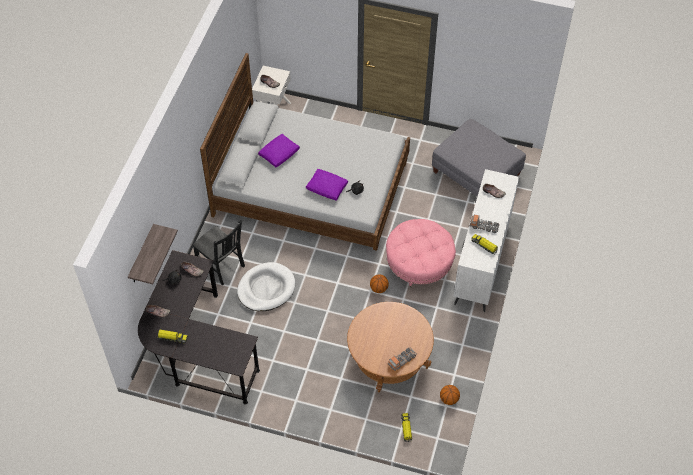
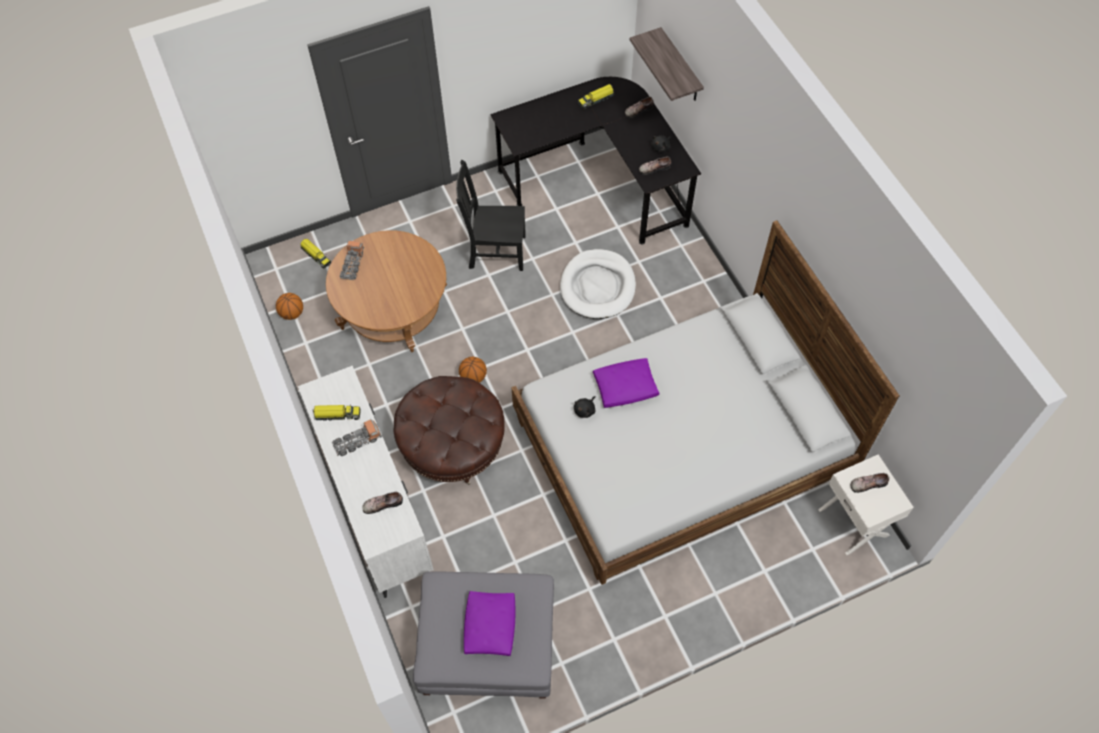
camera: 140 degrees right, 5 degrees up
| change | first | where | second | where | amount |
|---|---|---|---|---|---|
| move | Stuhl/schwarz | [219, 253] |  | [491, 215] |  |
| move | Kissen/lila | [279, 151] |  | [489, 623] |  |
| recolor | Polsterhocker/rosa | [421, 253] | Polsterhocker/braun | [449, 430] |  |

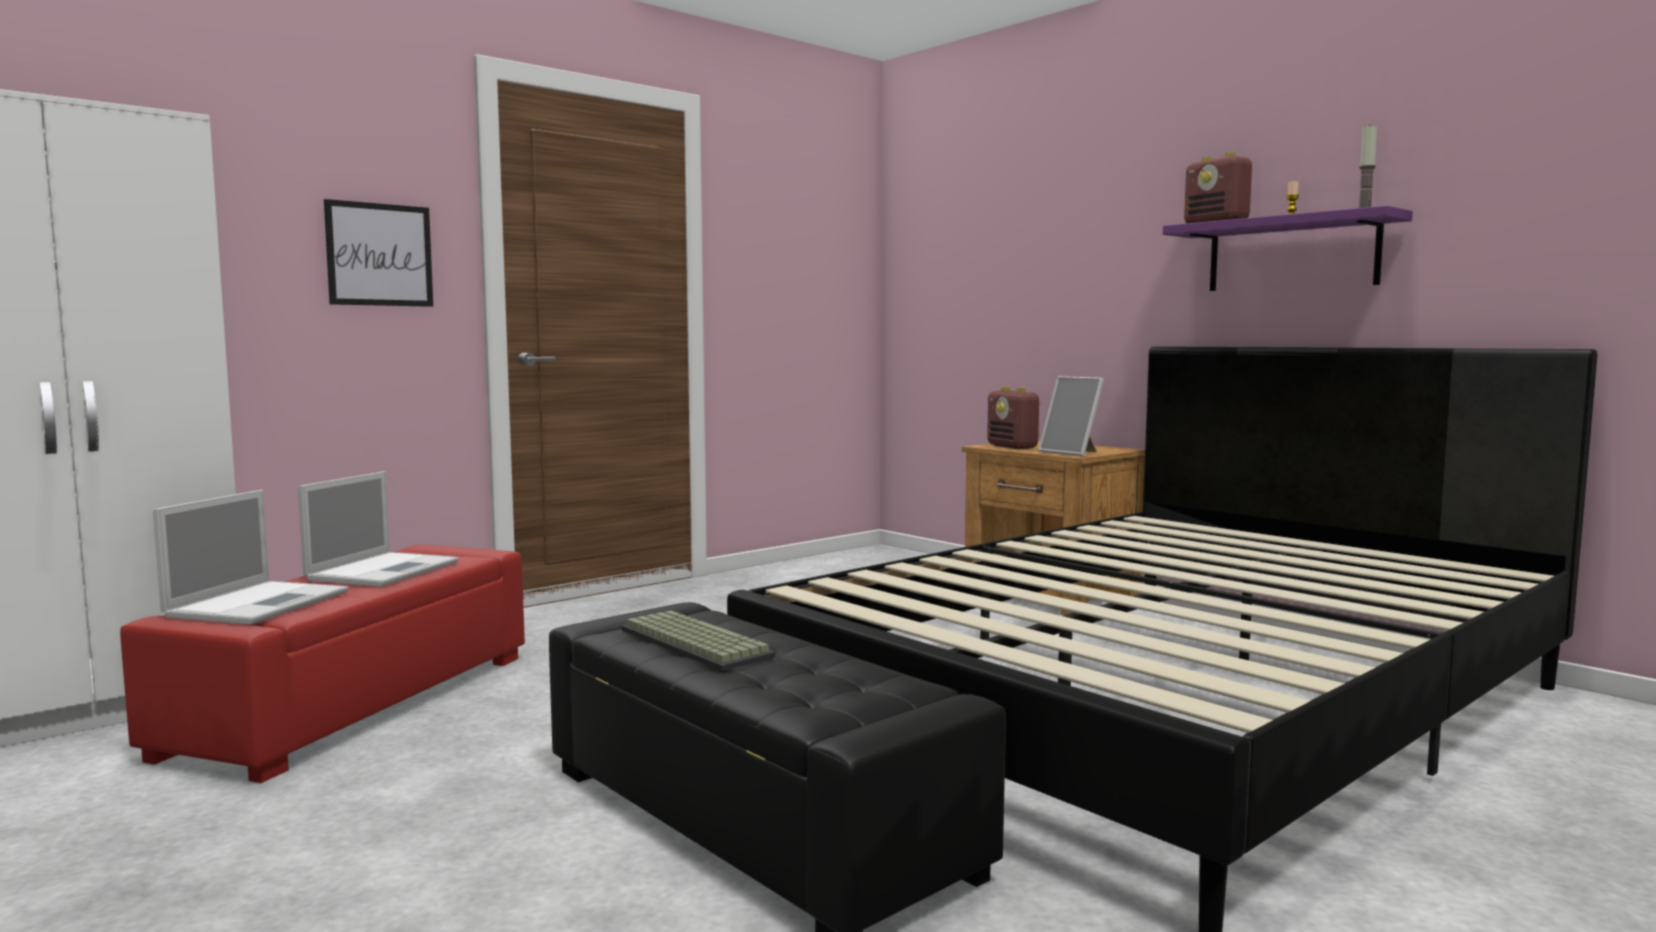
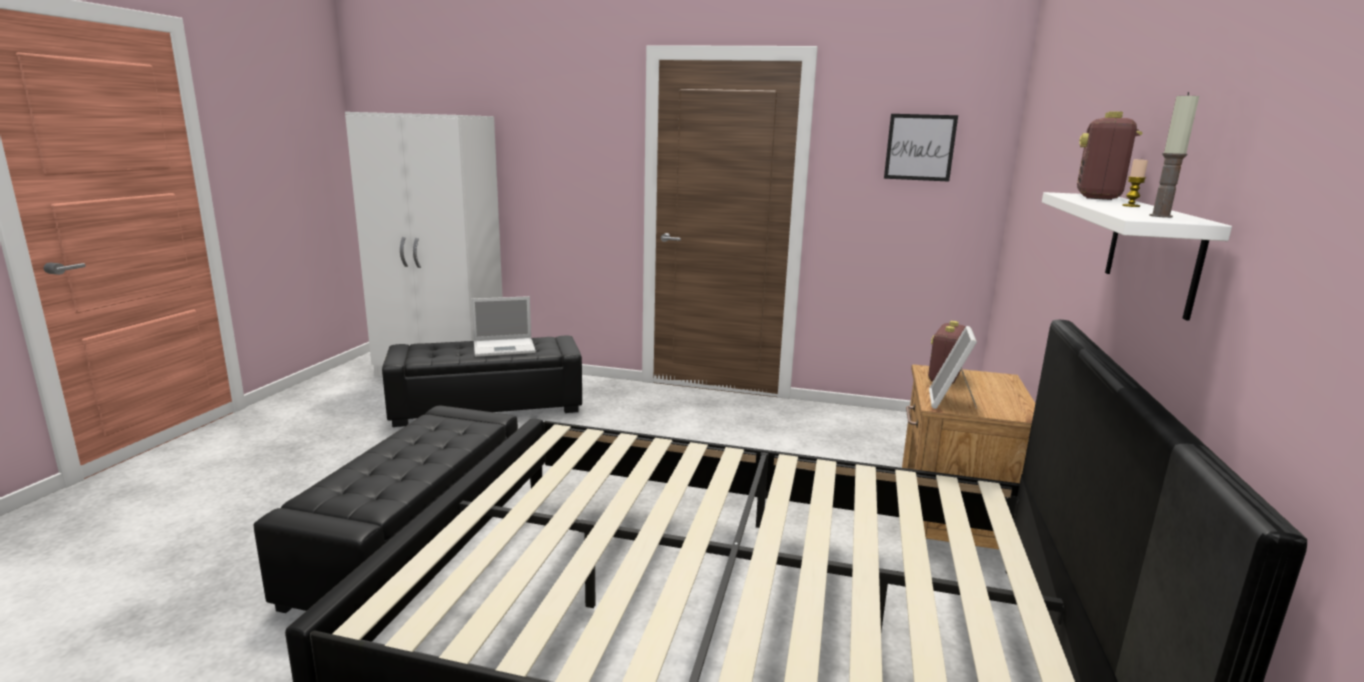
camera: 55 degrees right, 10 degrees up
| change | first | where | second | where | amount |
|---|---|---|---|---|---|
| recolor | Polsterhocker/rot | [322, 664] | Polsterhocker/schwarz | [482, 381] |  |
| delete | Laptop | [250, 557] |  |  |  |
| move | Bild | [378, 253] |  | [921, 148] |  |
| delete | Tastatur | [698, 640] |  |  |  |
| recolor | Wandregal/lila | [1288, 248] | Wandregal/weiß | [1137, 256] |  |

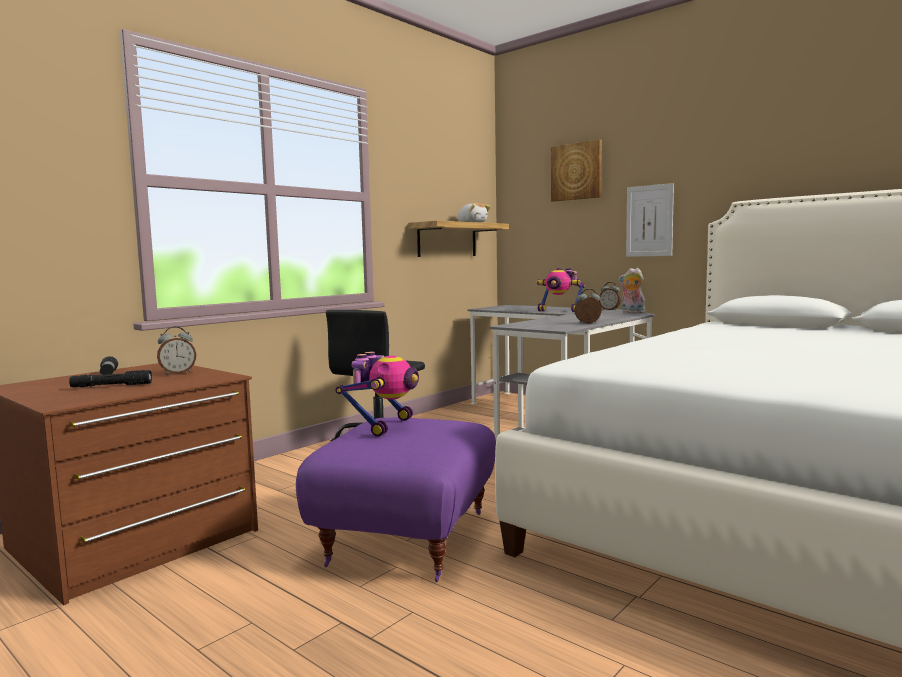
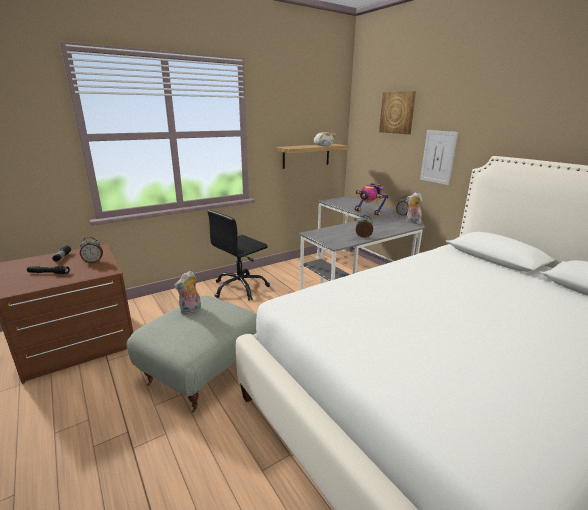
camera: 15 degrees right, 15 degrees up
| change | first | where | second | where | amount |
|---|---|---|---|---|---|
| recolor | Polsterhocker/lila | [396, 499] | Polsterhocker/grau | [191, 354] |  |
| replace | Spielzeugroboter | [377, 394] | Plüschtier | [187, 293] |  |

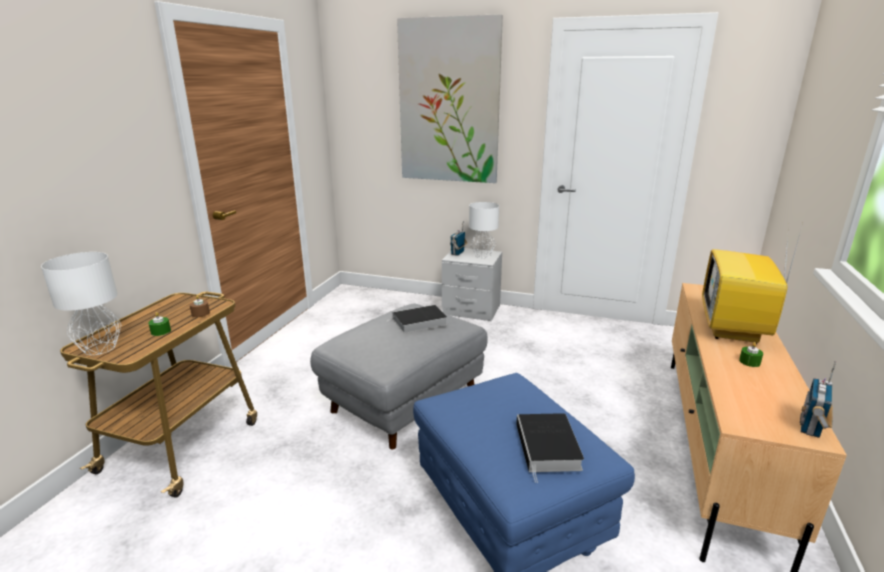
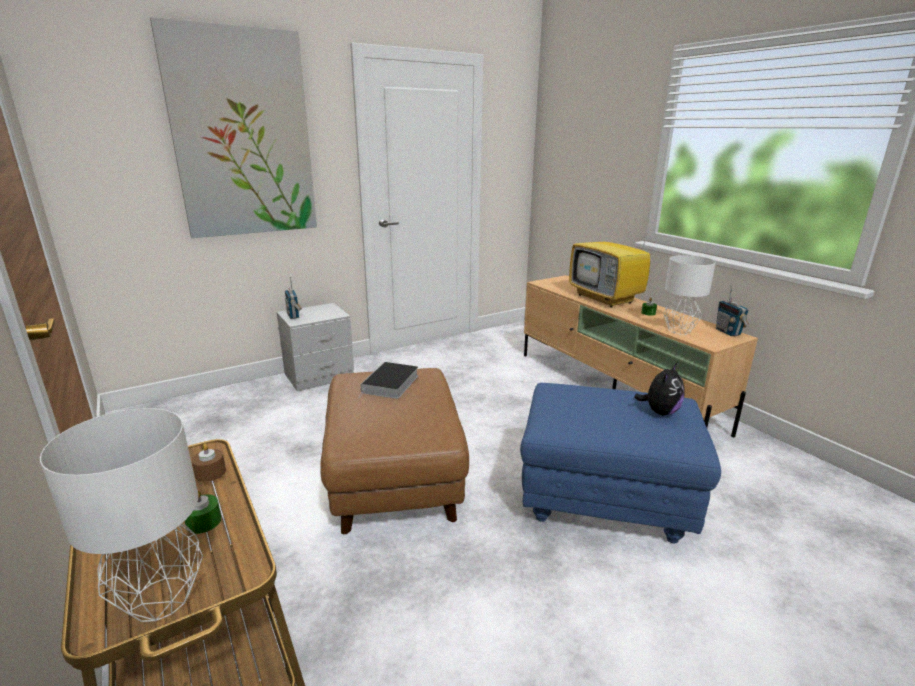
camera: 50 degrees left, 0 degrees up
| change | first | where | second | where | amount |
|---|---|---|---|---|---|
| recolor | Polsterhocker/grau | [399, 376] | Polsterhocker/braun | [394, 451] |  |
| move | Tischlampe/weiß | [484, 230] |  | [689, 295] |  |
| replace | Buch | [550, 448] | Plüschtier | [659, 389] |  |

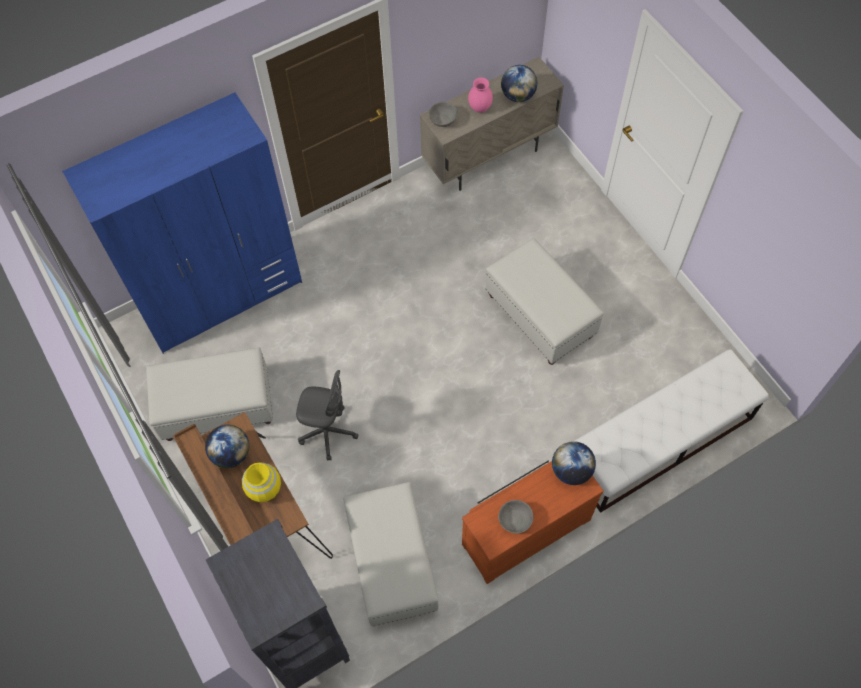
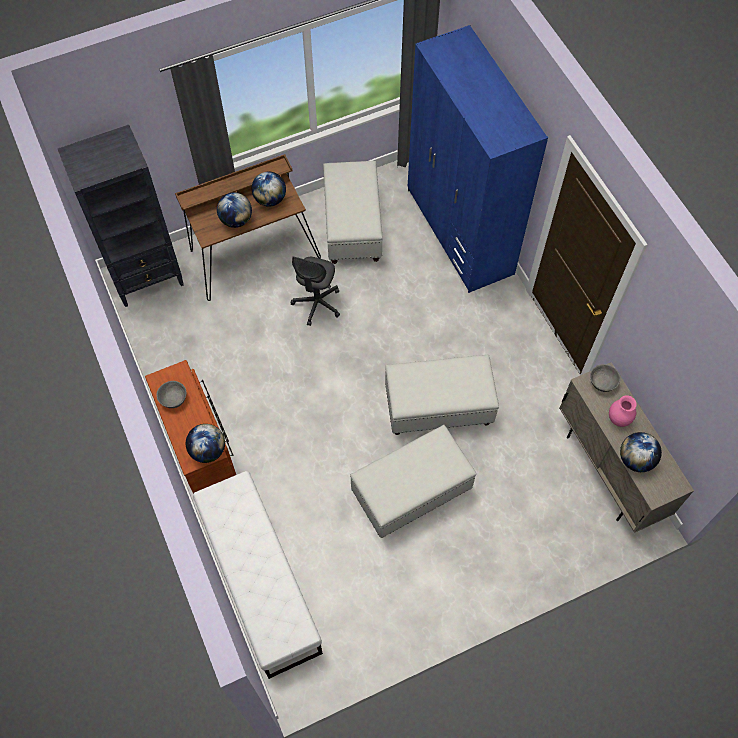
camera: 95 degrees right, 0 degrees up
| change | first | where | second | where | amount |
|---|---|---|---|---|---|
| replace | Vase/gelb | [261, 482] | Globus | [234, 210] |  |
| move | Polsterhocker/weiß | [391, 554] |  | [442, 394] |  |

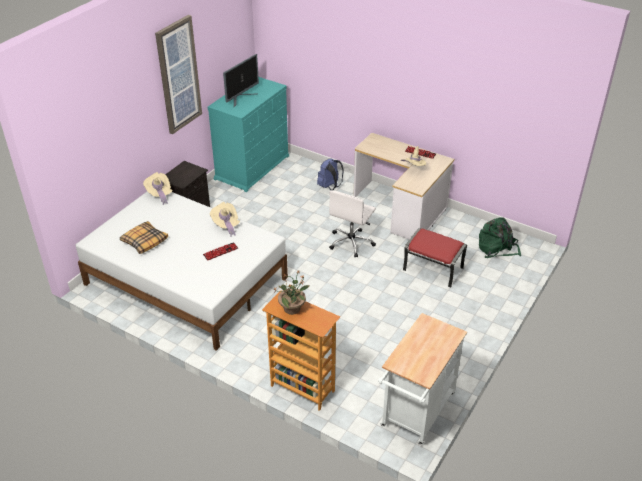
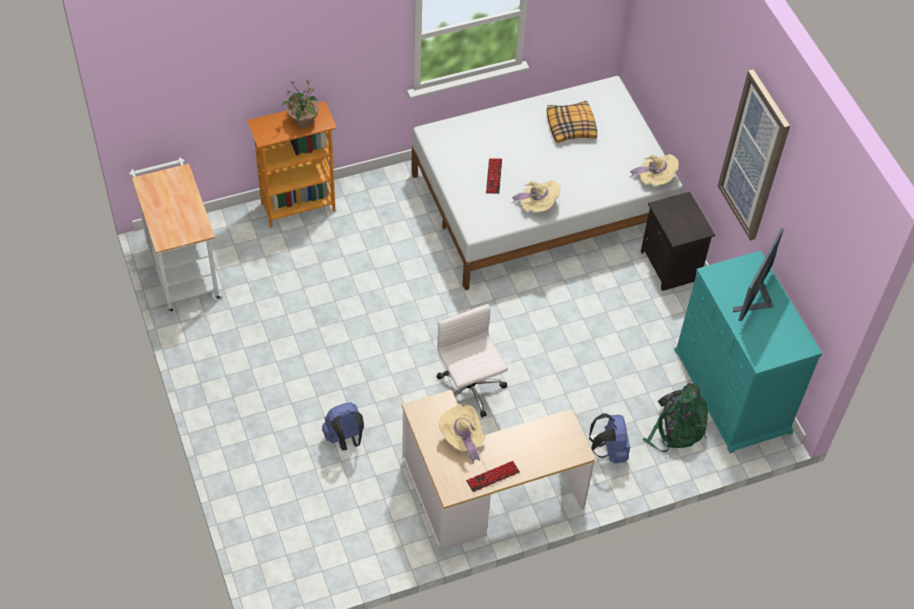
camera: 125 degrees right, 15 degrees up
| change | first | where | second | where | amount |
|---|---|---|---|---|---|
| rotate | Monitor | [241, 80] |  | [758, 274] | 45 degrees clockwise |
| replace | Polsterhocker/rot | [435, 258] | Rucksack/blau | [343, 427] |  |
| move | Rucksack/grün | [500, 237] |  | [675, 417] |  |

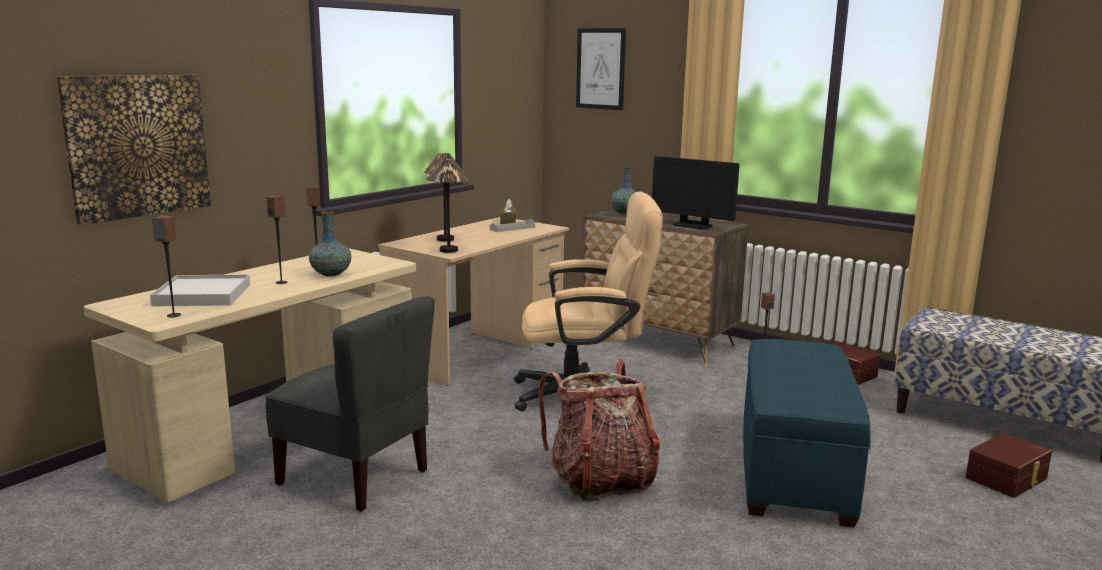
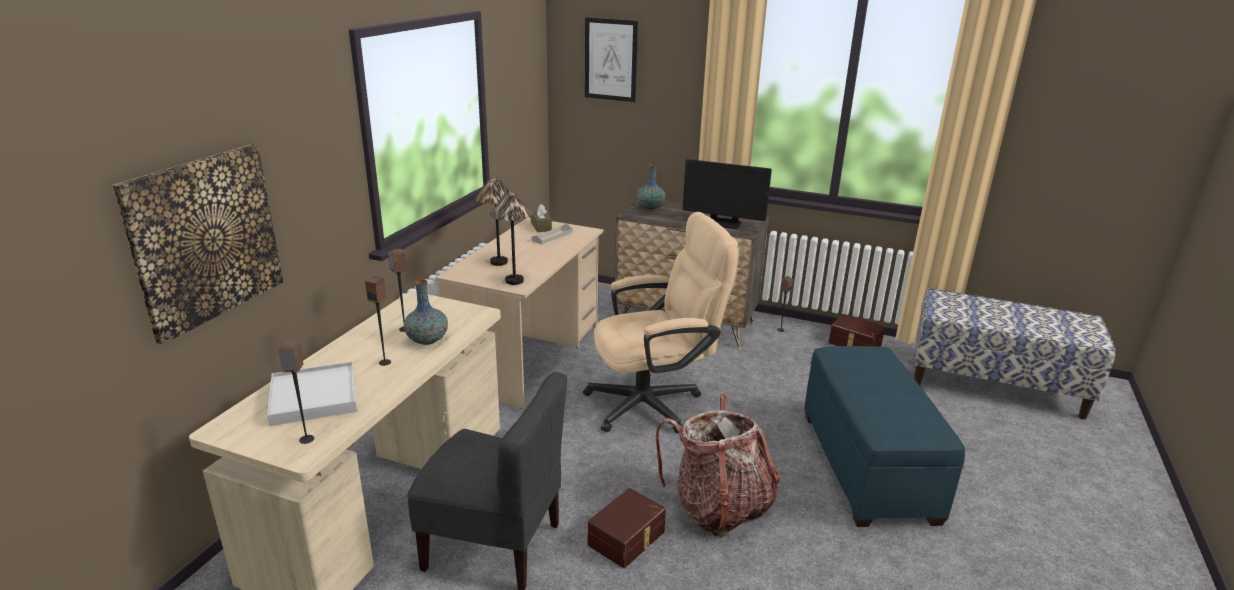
camera: 15 degrees left, 10 degrees up
| change | first | where | second | where | amount |
|---|---|---|---|---|---|
| move | Aufbewahrungsbox/braun | [1009, 465] |  | [627, 528] |  |

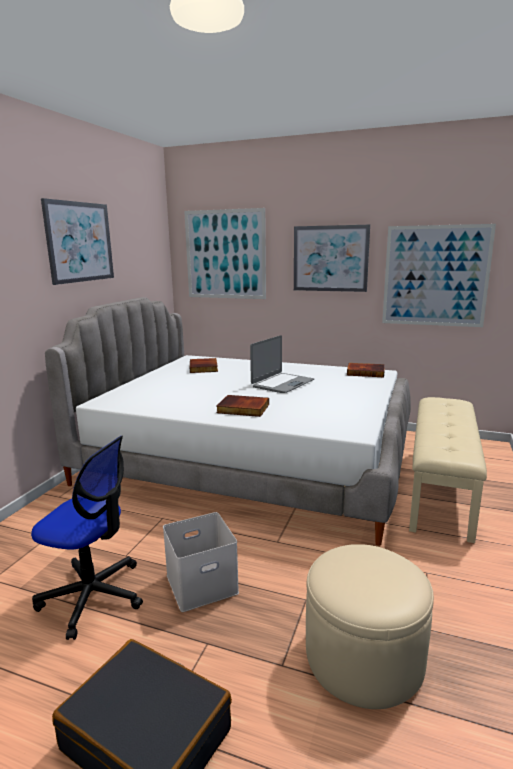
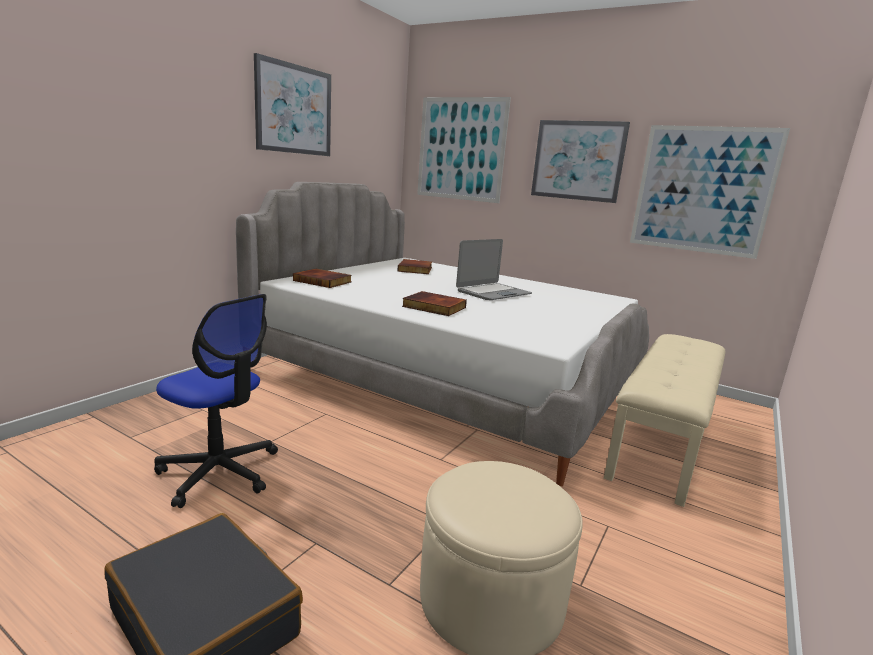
camera: 10 degrees right, 0 degrees up
| change | first | where | second | where | amount |
|---|---|---|---|---|---|
| delete | Aufbewahrungsbox/weiß | [201, 562] |  |  |  |
| move | Buch | [365, 370] |  | [322, 278] |  |

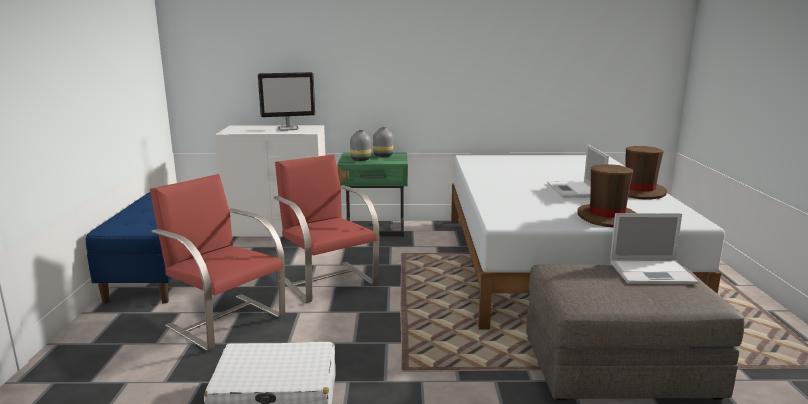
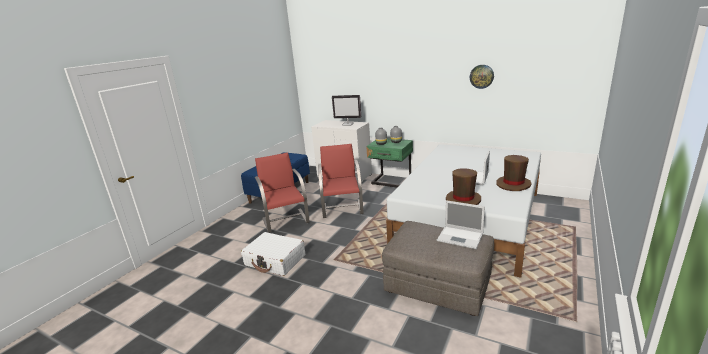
camera: 30 degrees right, 5 degrees up
| change | first | where | second | where | amount |
|---|---|---|---|---|---|
| insert |  |  | Wanduhr | [482, 77] |  |

